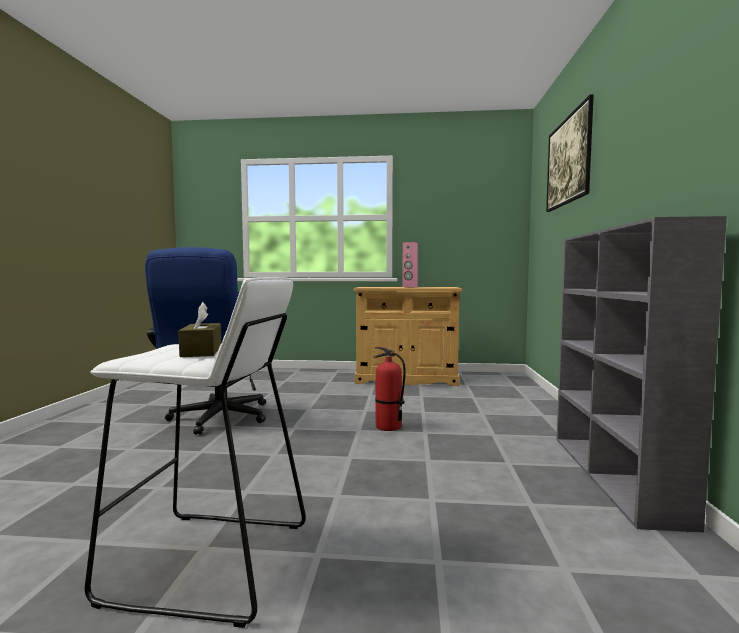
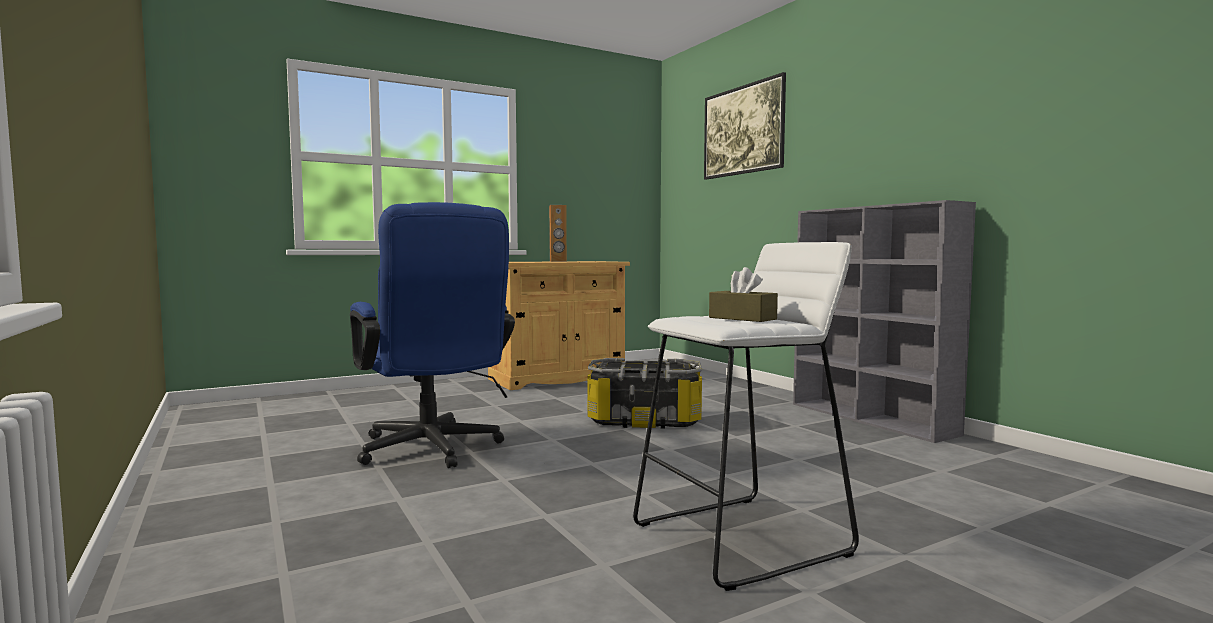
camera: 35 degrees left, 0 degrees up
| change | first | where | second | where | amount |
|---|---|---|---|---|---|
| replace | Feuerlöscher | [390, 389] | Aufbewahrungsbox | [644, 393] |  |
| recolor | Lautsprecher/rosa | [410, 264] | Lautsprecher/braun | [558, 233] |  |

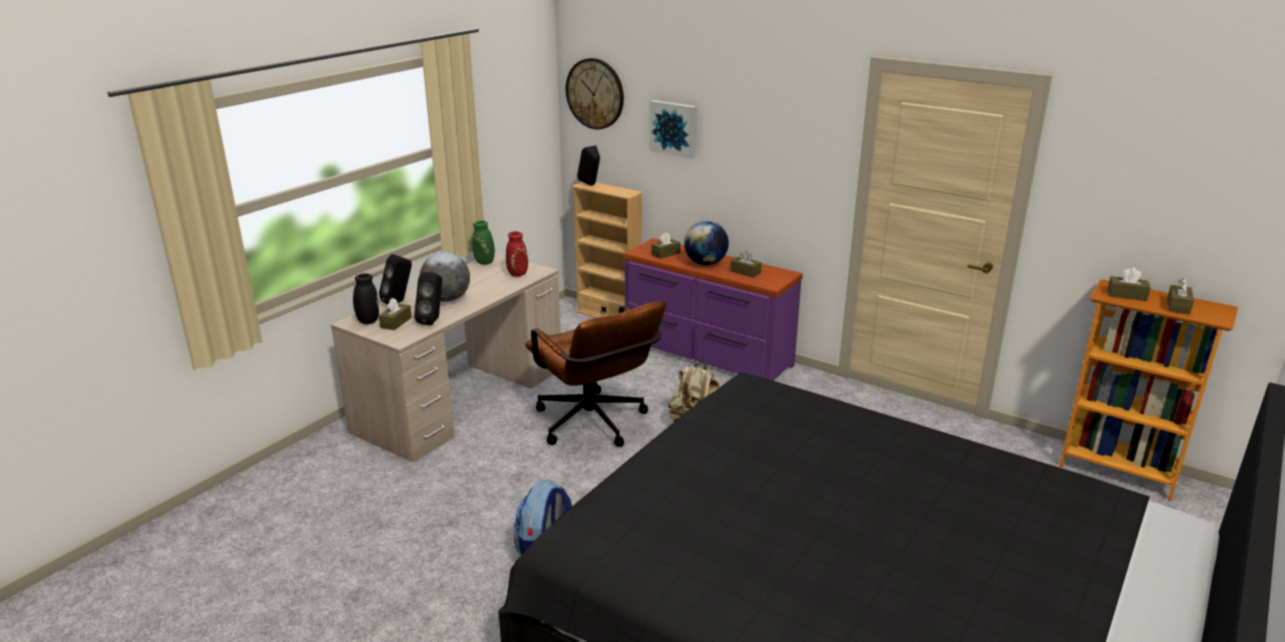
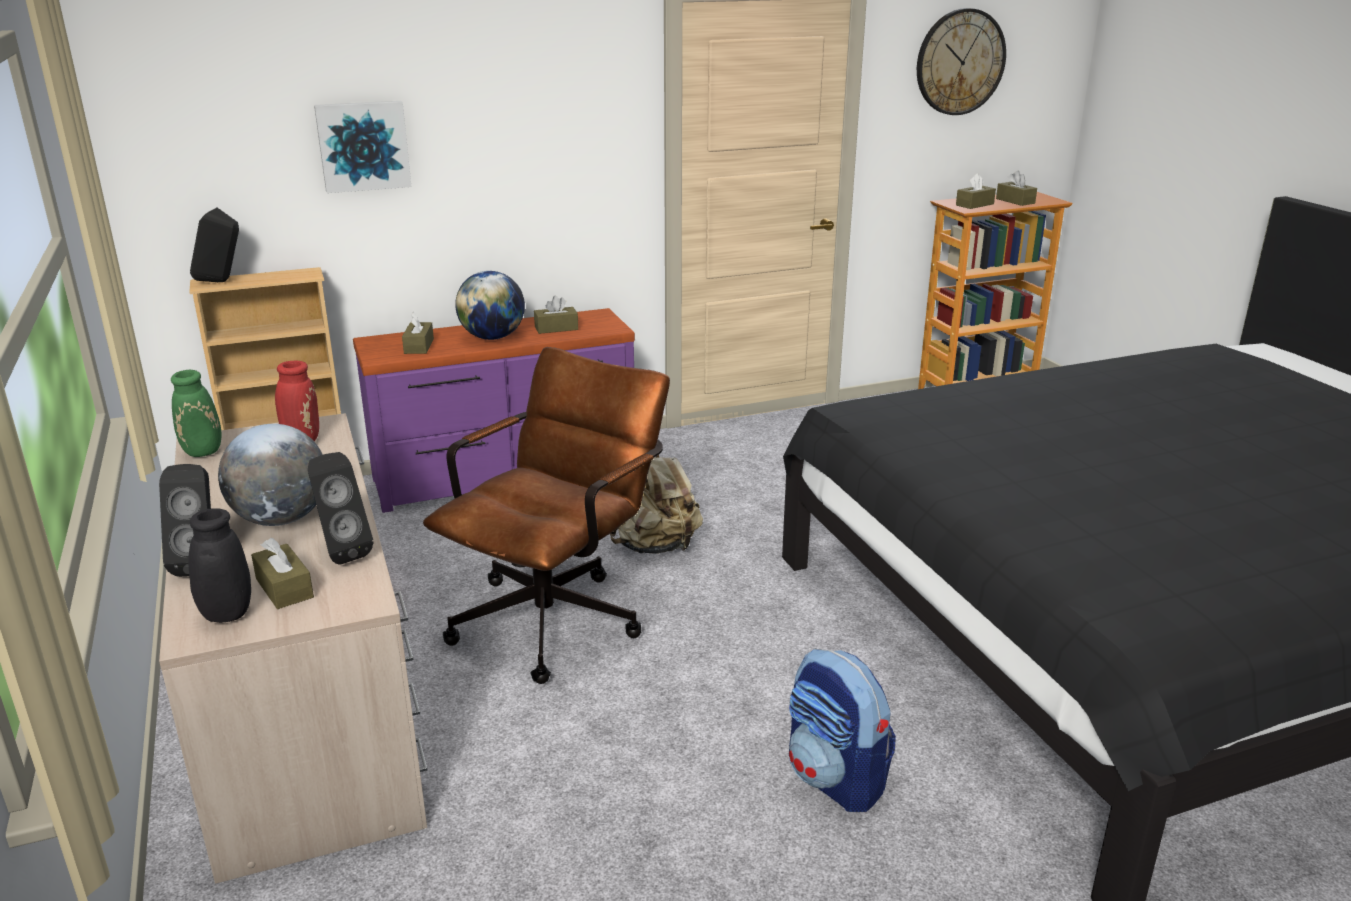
camera: 55 degrees left, 0 degrees up
| change | first | where | second | where | amount |
|---|---|---|---|---|---|
| rotate | Bürostuhl/braun | [595, 374] |  | [546, 515] | 60 degrees counterclockwise |
| move | Wanduhr | [595, 94] |  | [961, 61] |  |

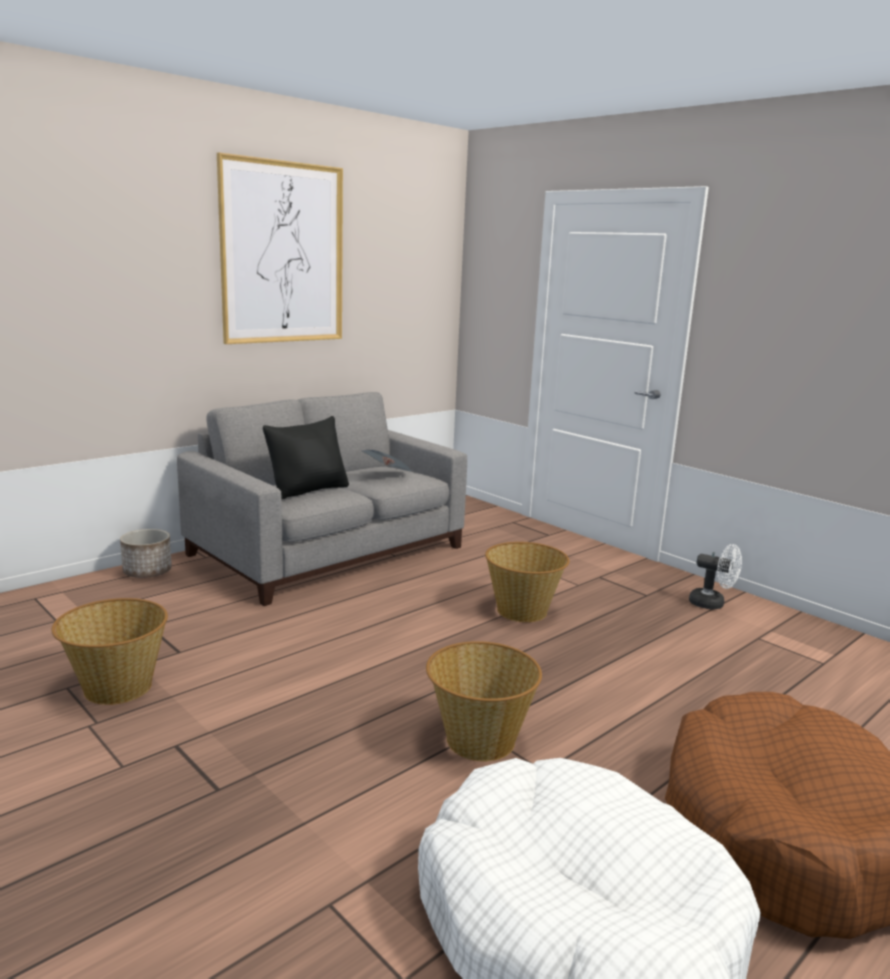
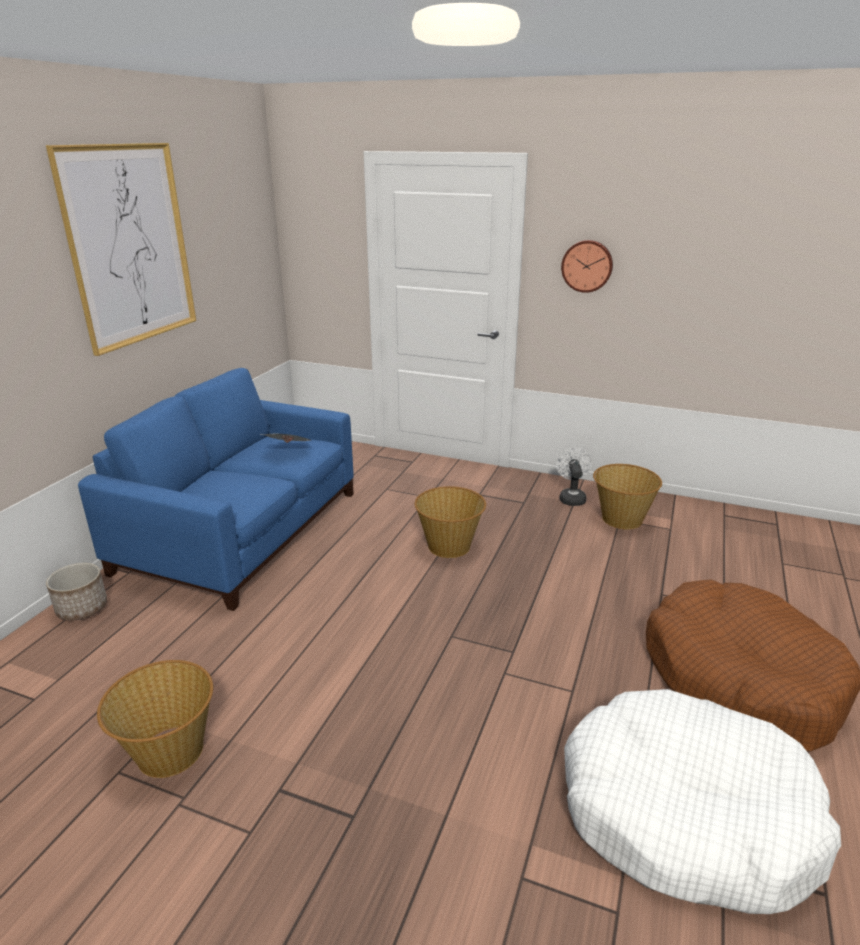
camera: 25 degrees left, 10 degrees up
| change | first | where | second | where | amount |
|---|---|---|---|---|---|
| recolor | Sofa/grau | [322, 499] | Sofa/blau | [216, 489] |  |
| delete | Kissen/schwarz | [306, 458] |  |  |  |
| move | Korb | [484, 701] |  | [627, 496] |  |
| rotate | Ventilator/weiß | [715, 577] |  | [574, 477] | 90 degrees counterclockwise |
| insert |  |  | Wanduhr | [587, 266] |  |

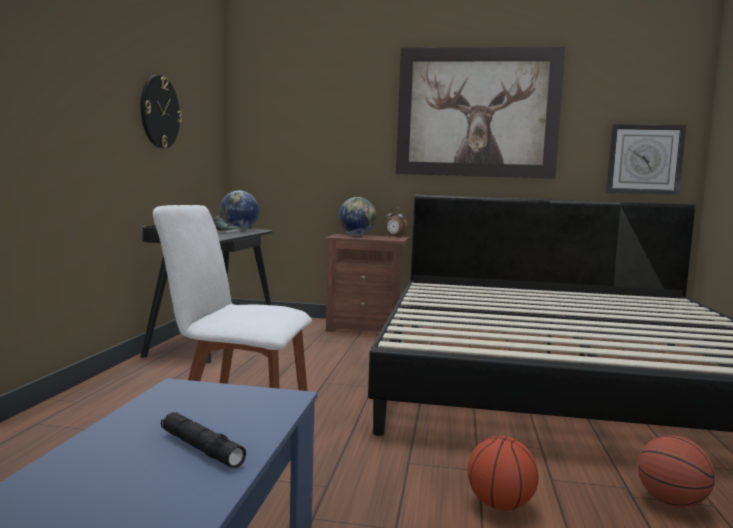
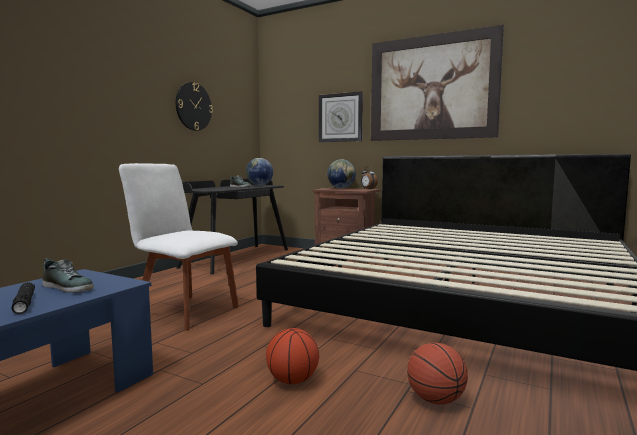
camera: 20 degrees right, 0 degrees up
| change | first | where | second | where | amount |
|---|---|---|---|---|---|
| move | Wanduhr | [646, 159] |  | [341, 116] |  |
| insert |  |  | Schuh | [68, 275] |  |

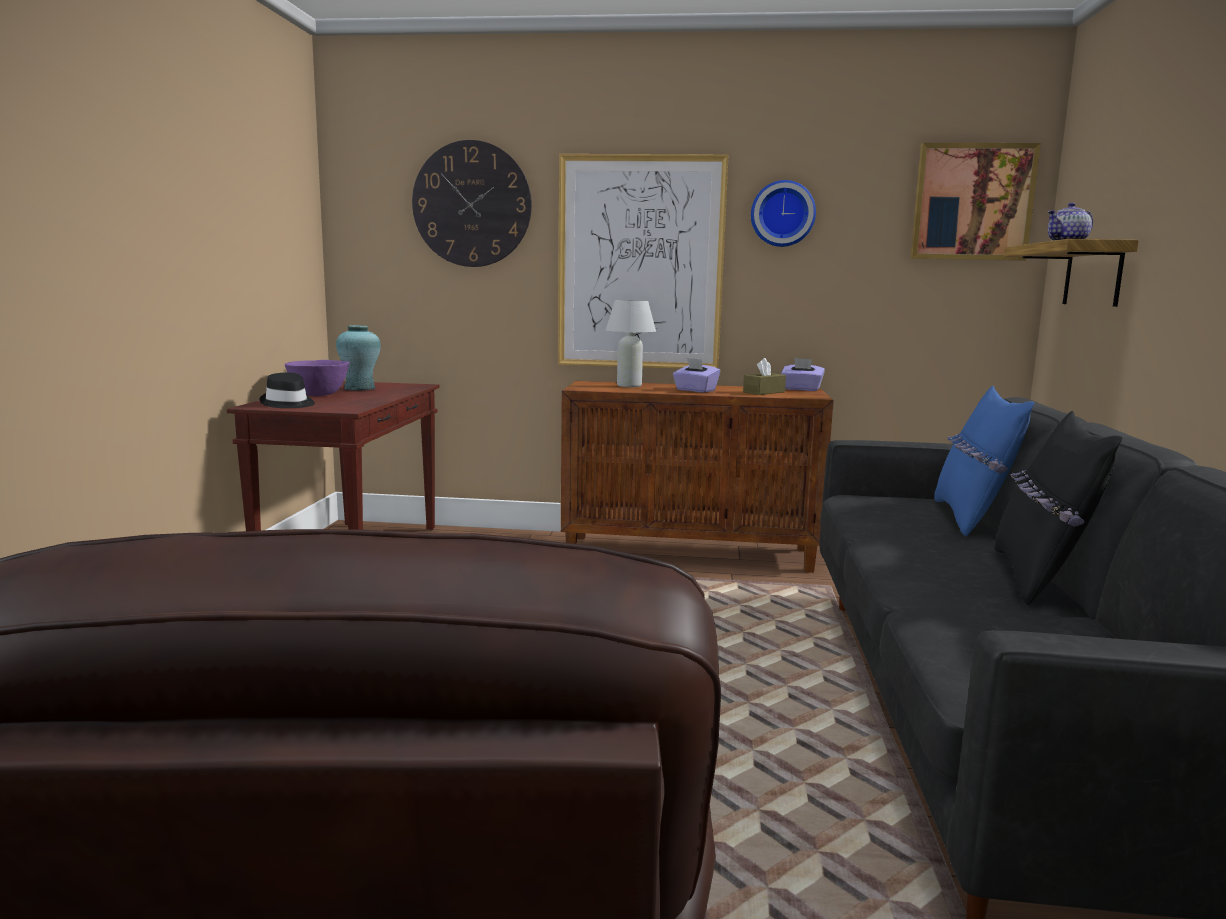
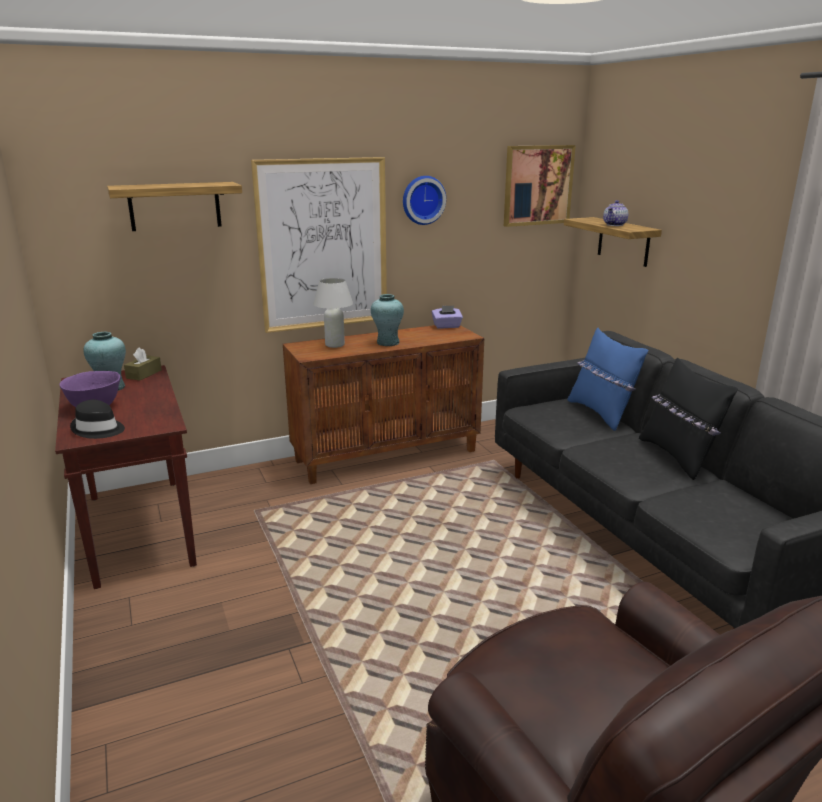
camera: 30 degrees left, 10 degrees up
| change | first | where | second | where | amount |
|---|---|---|---|---|---|
| replace | Wanduhr | [472, 203] | Wandregal | [174, 206] |  |
| replace | Taschentuchbox/lila | [696, 375] | Vase/türkis | [387, 320] |  |
| move | Taschentuchbox/braun | [764, 376] |  | [143, 364] |  |

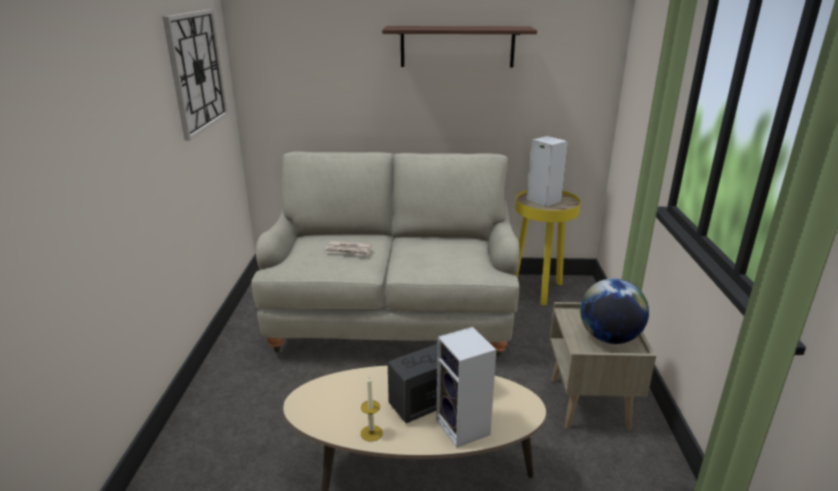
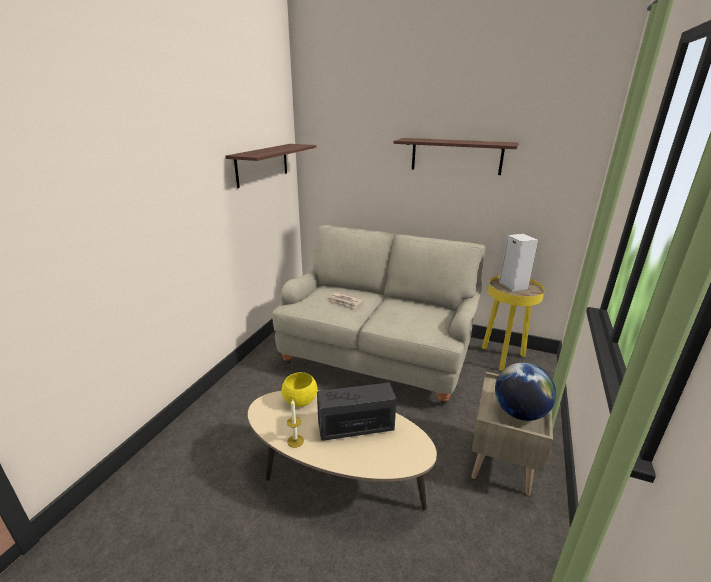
camera: 20 degrees right, 0 degrees up
| change | first | where | second | where | amount |
|---|---|---|---|---|---|
| replace | Wanduhr | [195, 75] | Wandregal | [270, 166] |  |
| delete | Lautsprecher | [466, 387] |  |  |  |
| insert |  |  | Schüssel/gelb | [299, 389] |  |

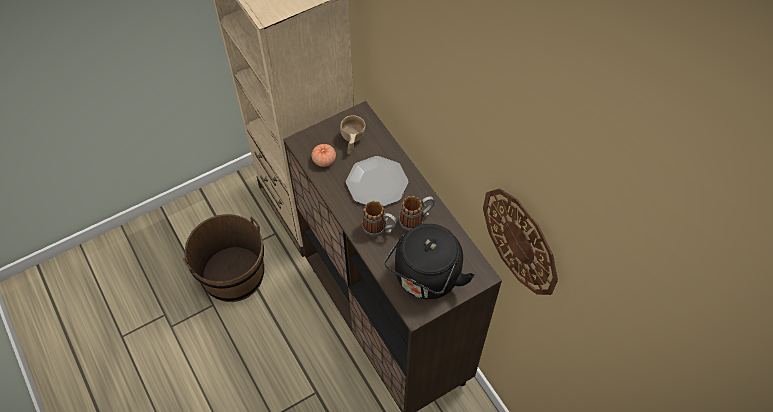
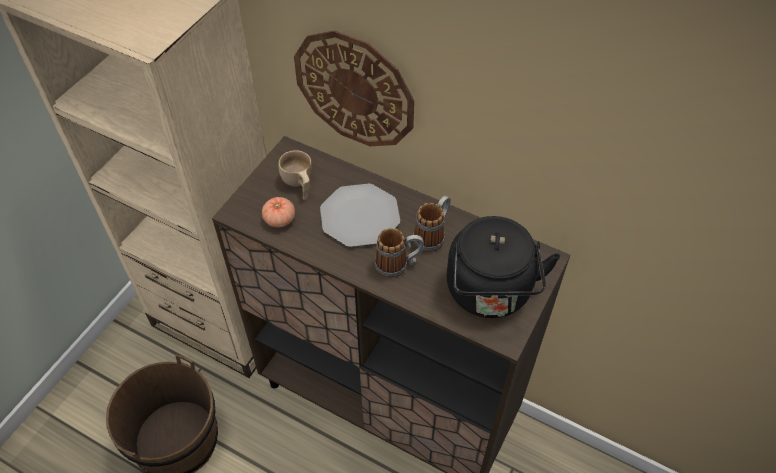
camera: 30 degrees left, 5 degrees down
| change | first | where | second | where | amount |
|---|---|---|---|---|---|
| move | Wanduhr | [520, 241] |  | [354, 88] |  |

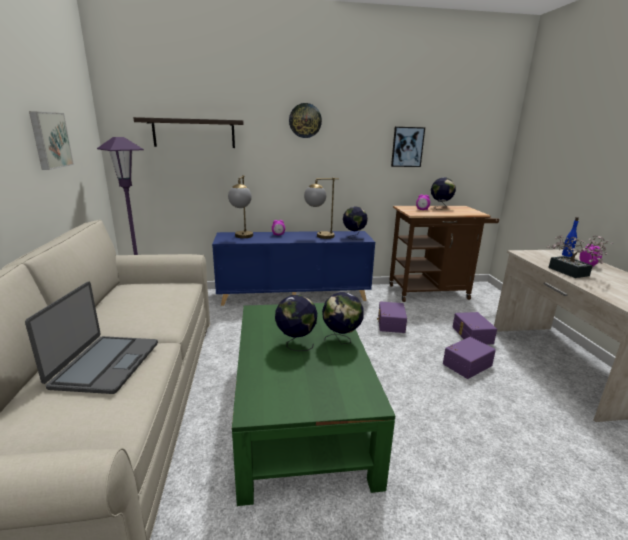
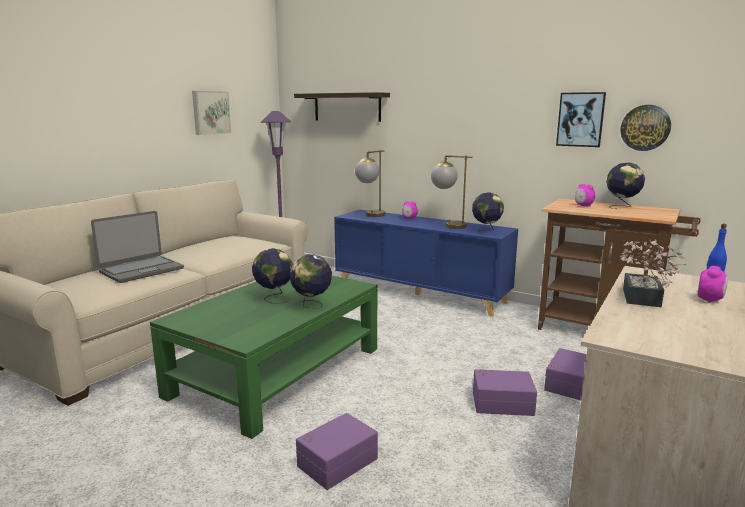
camera: 40 degrees right, 5 degrees down
| change | first | where | second | where | amount |
|---|---|---|---|---|---|
| move | Wanduhr | [305, 120] |  | [646, 128] |  |
| move | Aufbewahrungsbox/lila | [392, 317] |  | [337, 451] |  |

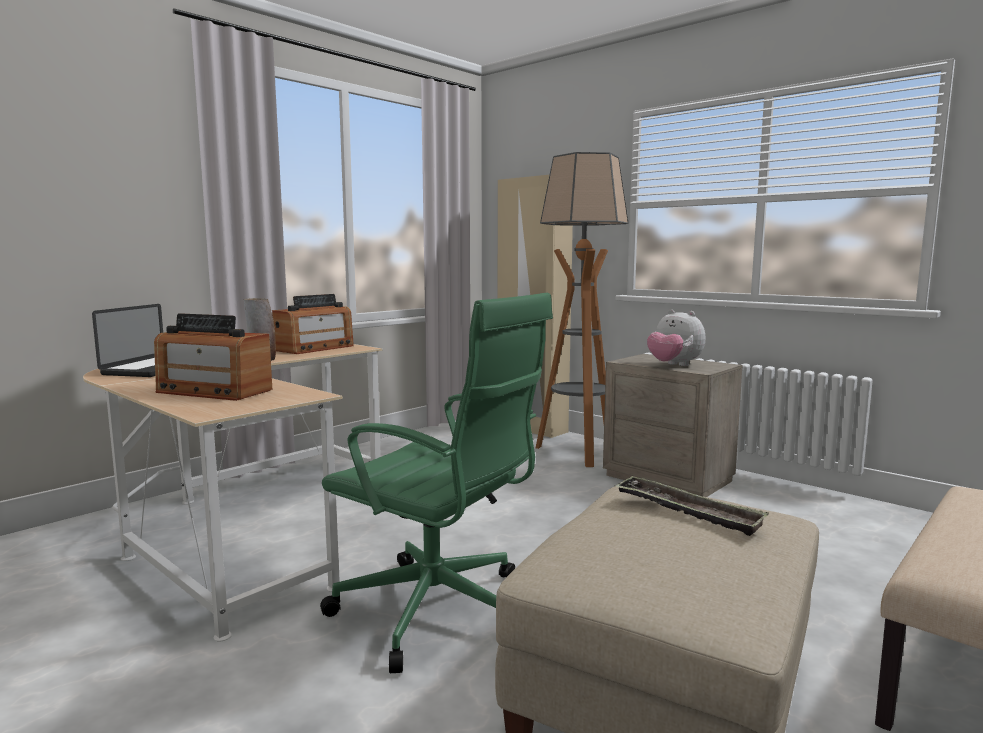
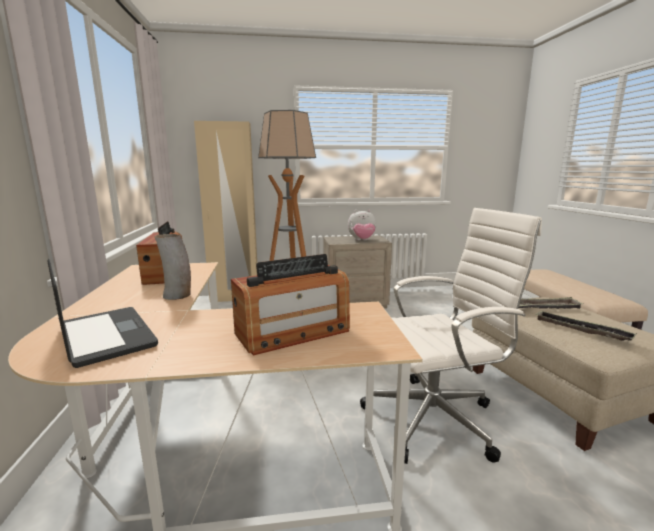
camera: 50 degrees left, 5 degrees up
| change | first | where | second | where | amount |
|---|---|---|---|---|---|
| recolor | Bürostuhl/grün | [436, 483] | Bürostuhl/weiß | [451, 336] |  |
| insert |  |  | Tablett | [586, 325] |  |

